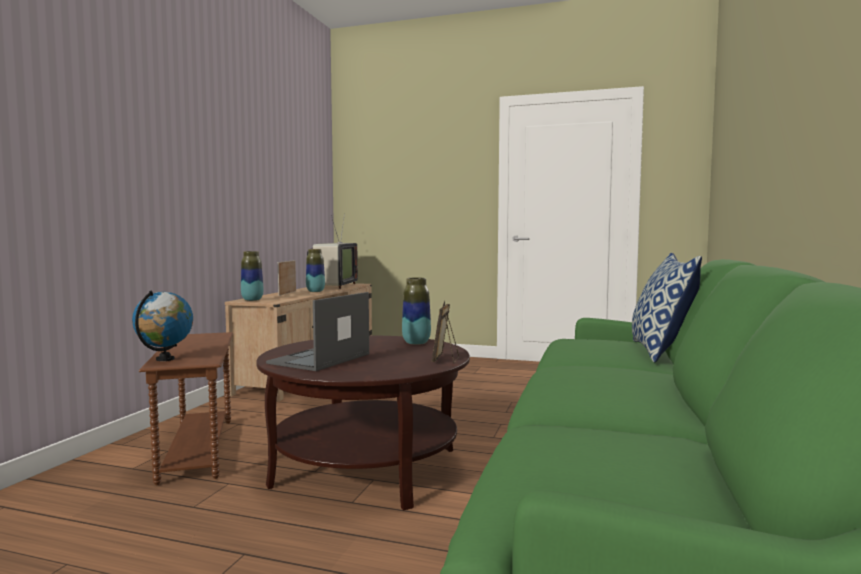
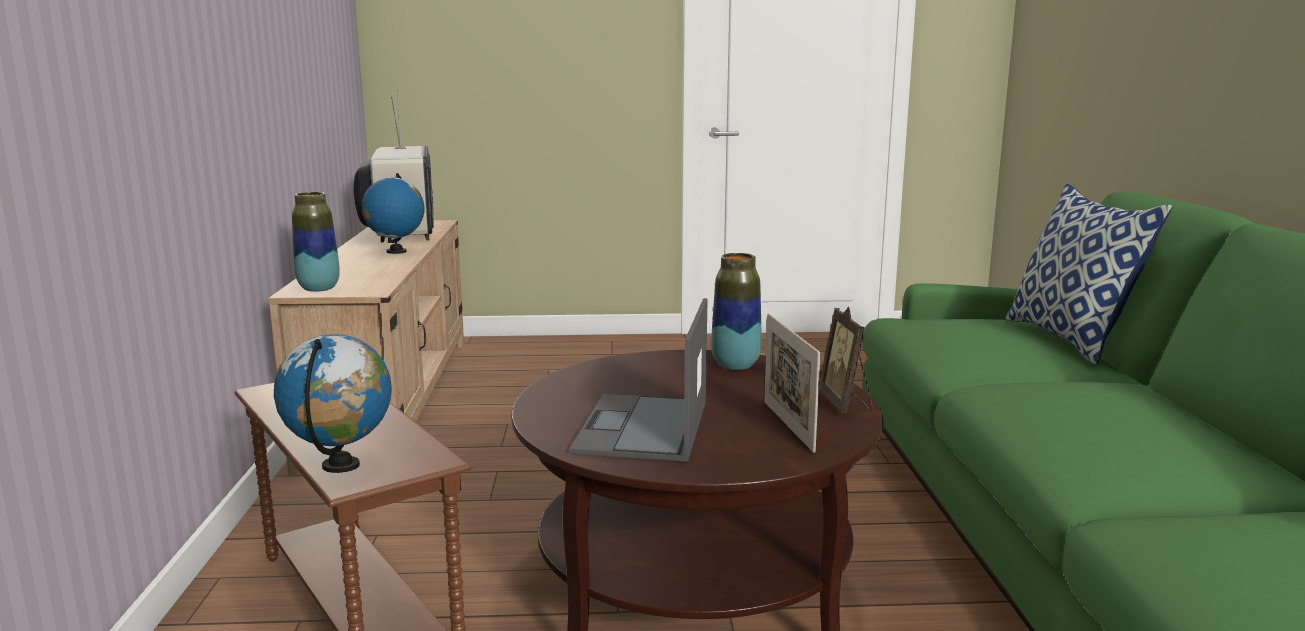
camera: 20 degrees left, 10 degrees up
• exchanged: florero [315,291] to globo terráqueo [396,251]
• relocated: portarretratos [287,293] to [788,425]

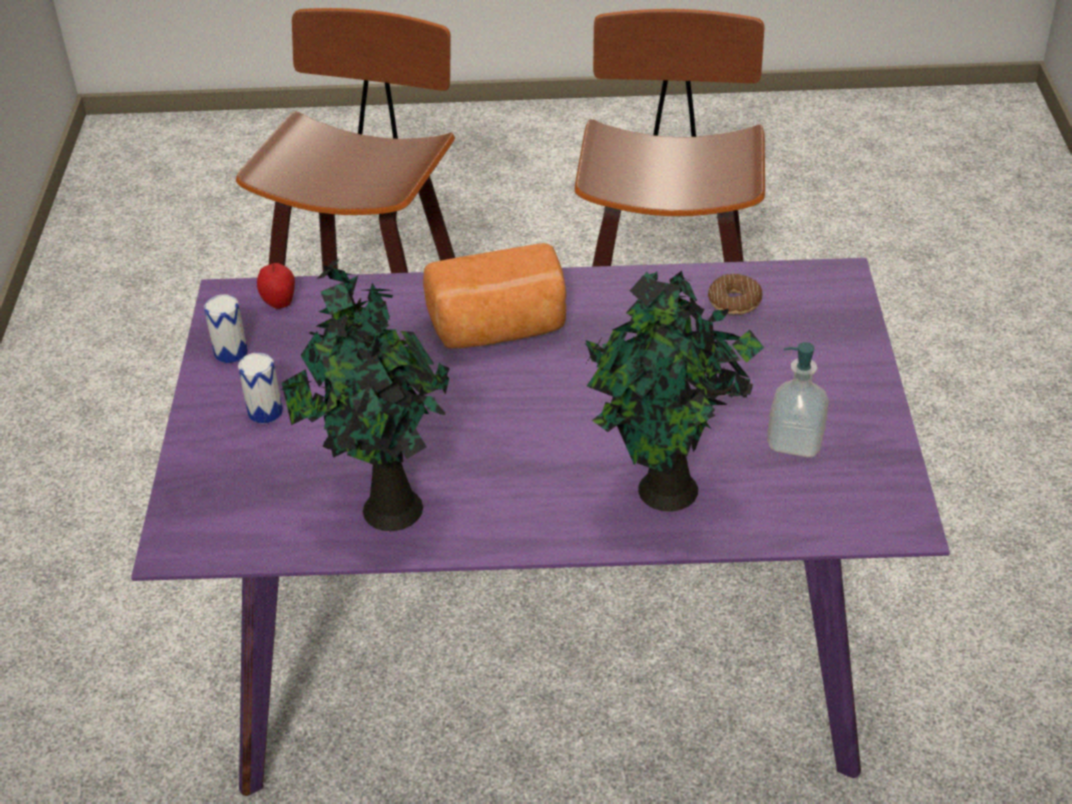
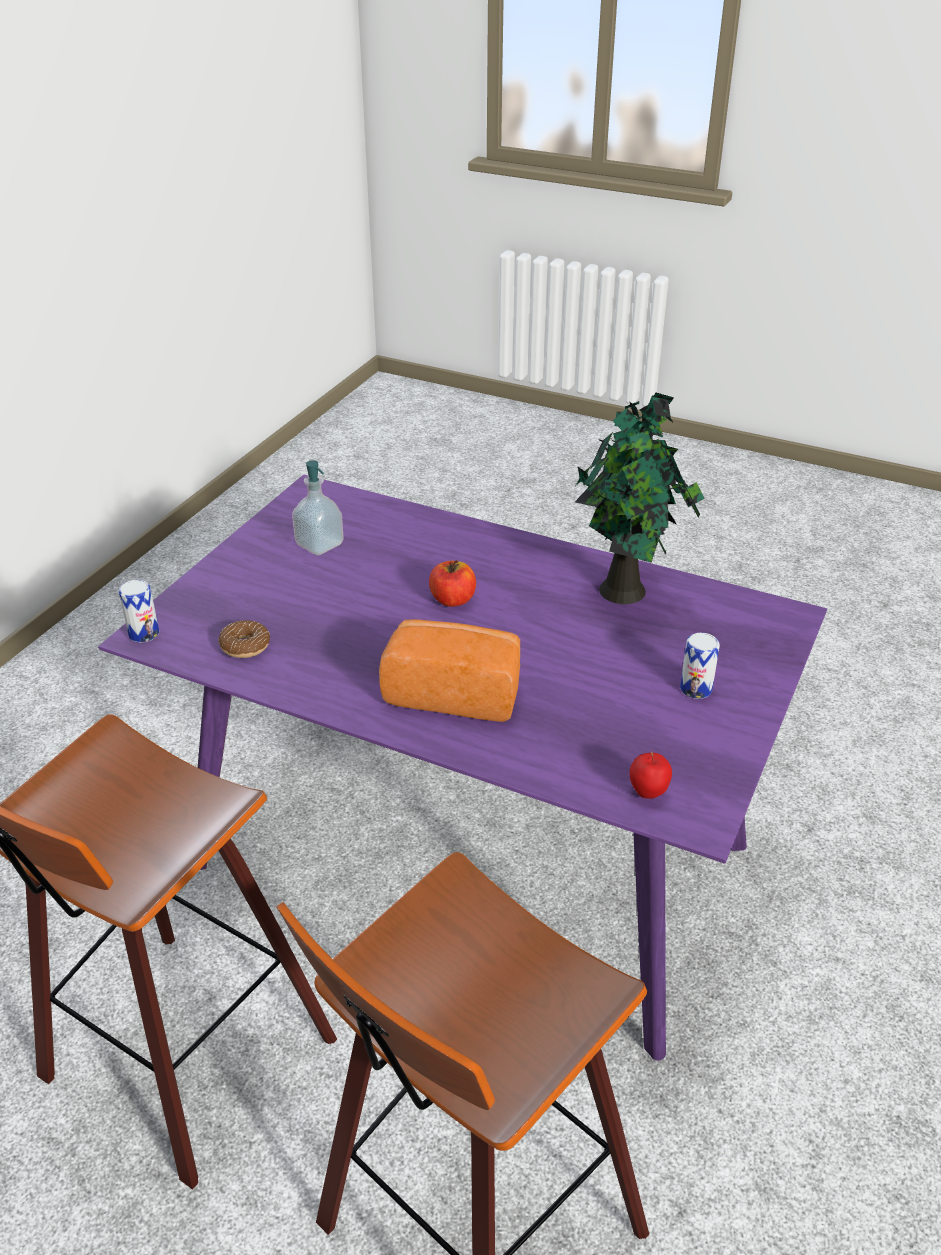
camera: 155 degrees left, 5 degrees down
• relocated: lata [231,352] to [144,633]
• appeared: manzana [452,600]
• missing: planta en maceta [666,494]

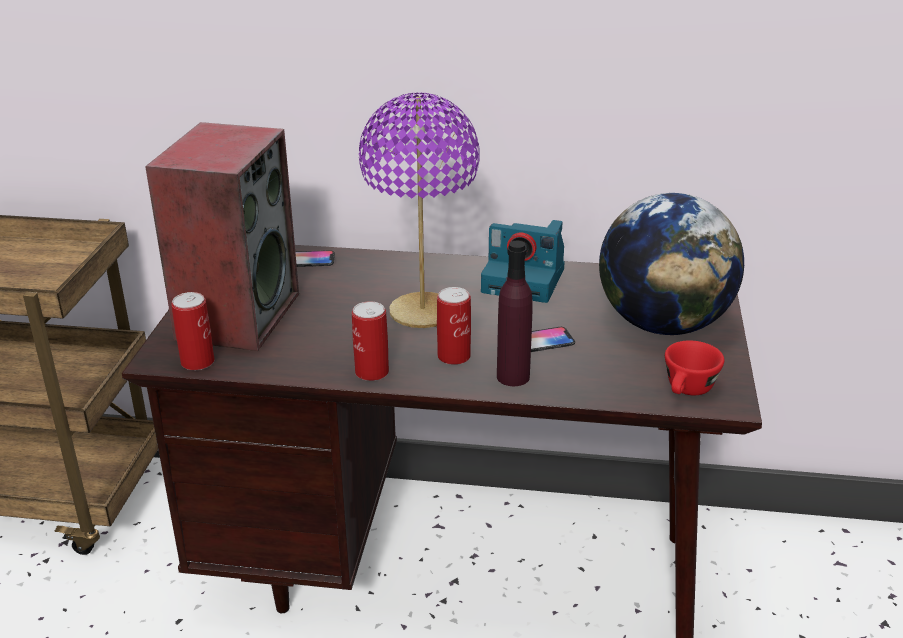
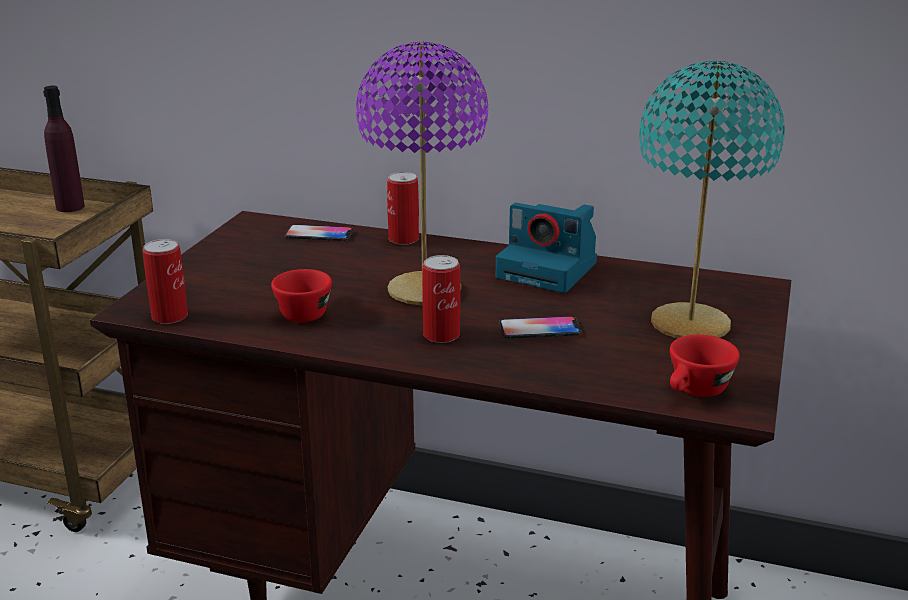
camera: 10 degrees right, 5 degrees down
• relocated: botella/morado [513,377] to [70,207]
• appeared: taza/rojo [305,311]
• relocated: lata [372,372] to [403,239]
• exchanged: globo terráqueo [664,324] to lámpara de mesa/turquesa [691,324]
• missing: altavoz [237,315]

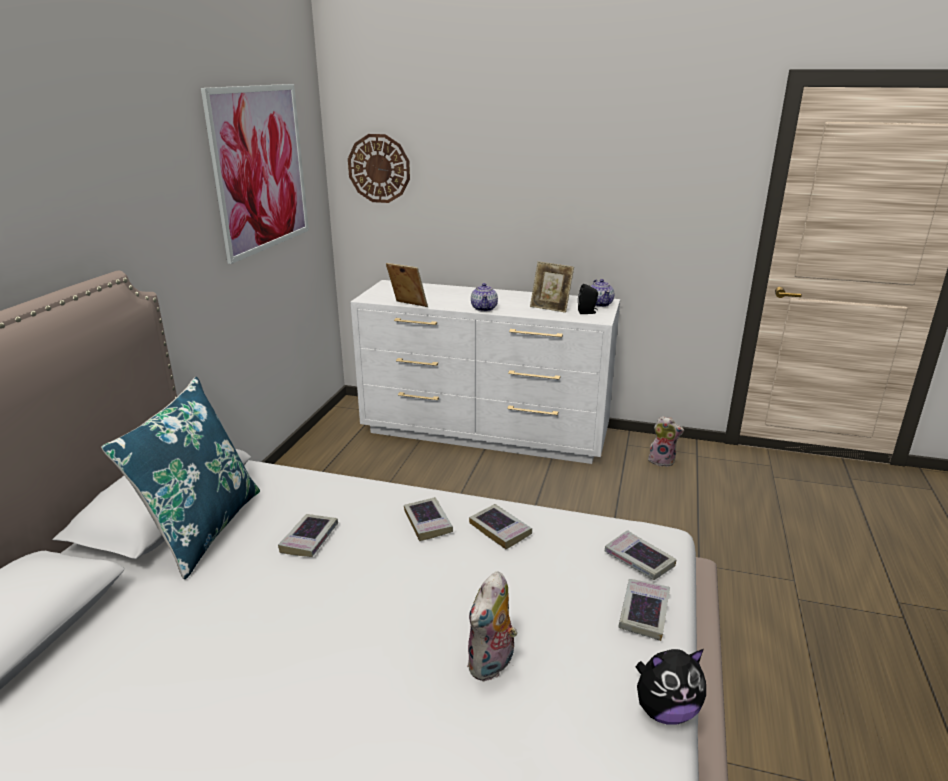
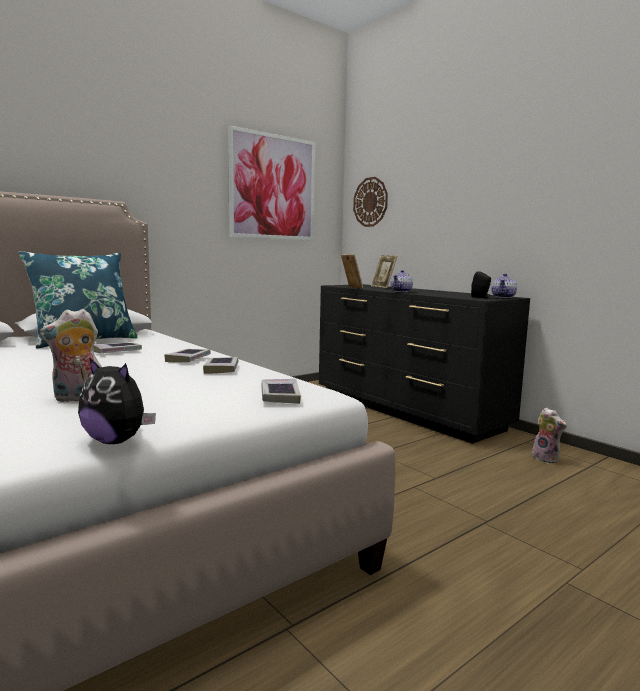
camera: 35 degrees right, 15 degrees down
• colour: cómoda/blanco [486,433] to cómoda/negro [407,410]
• relocated: portarretratos [550,308] to [383,287]
• missing: libro [643,612]

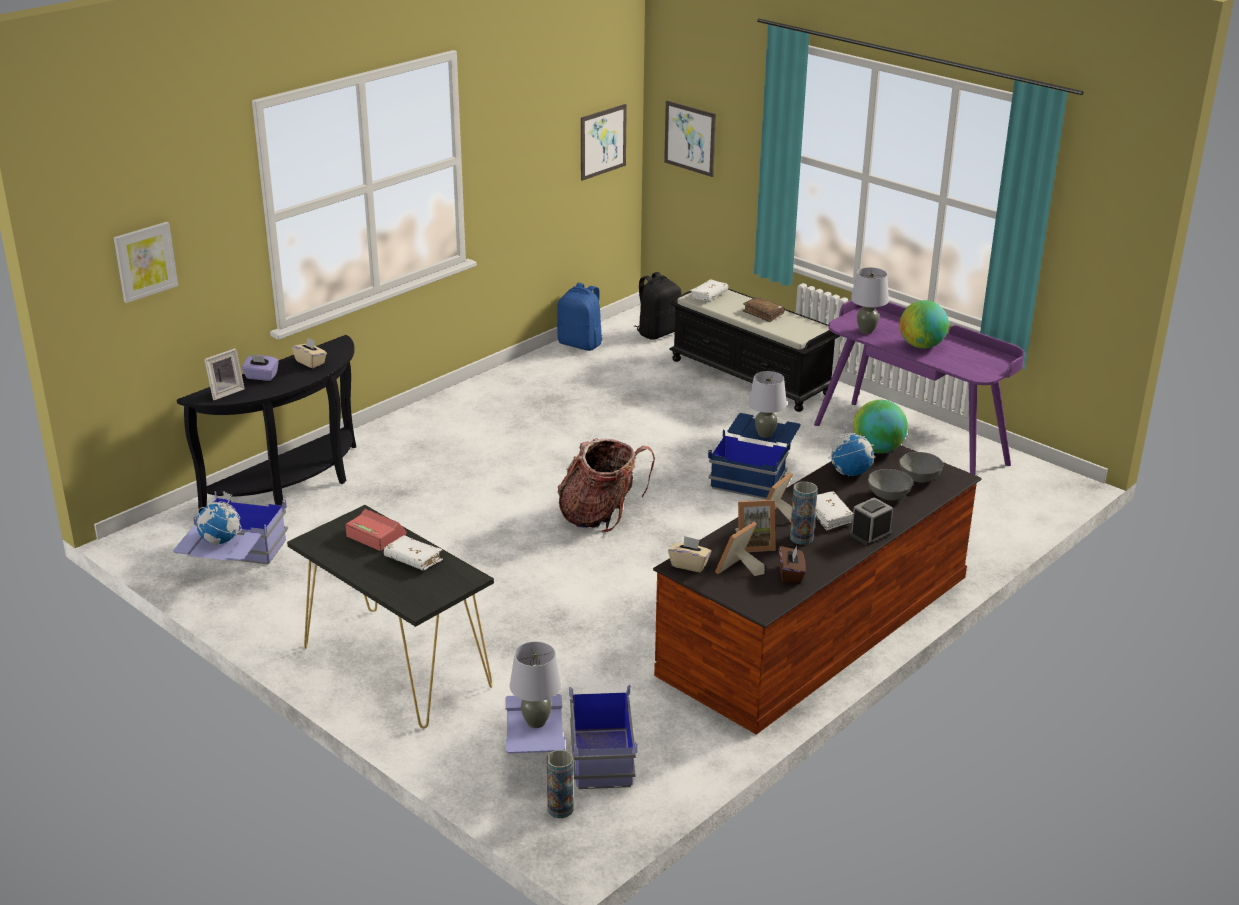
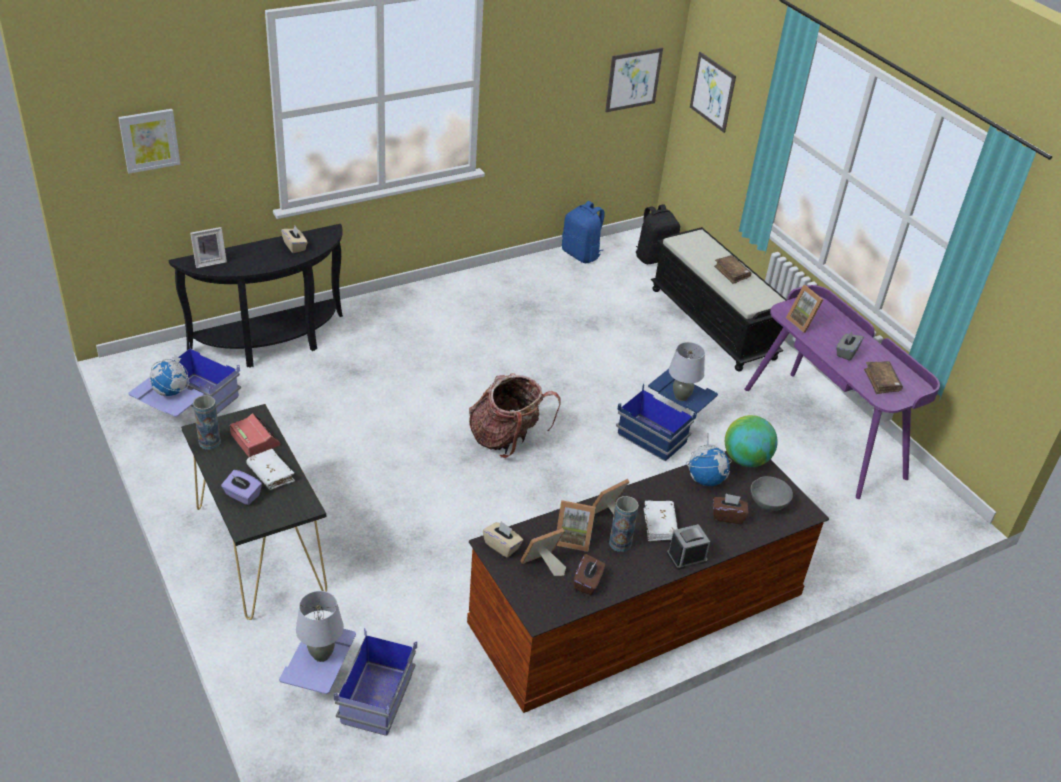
camera: 15 degrees right, 10 degrees up
• relocated: florero [560,809] to [209,442]
• relocated: caja de pañuelos/morado [261,377] to [242,495]
• exchanged: cuenco/gris [888,495] to caja de pañuelos/marrón [728,516]
• exchanged: lámpara de mesa/gris [866,331] to portarretratos [803,322]
• exchanged: globo terráqueo [921,346] to caja de pañuelos/gris [846,352]
• appeared: libro/marrón [881,381]
• missing: libro/blanco [708,295]

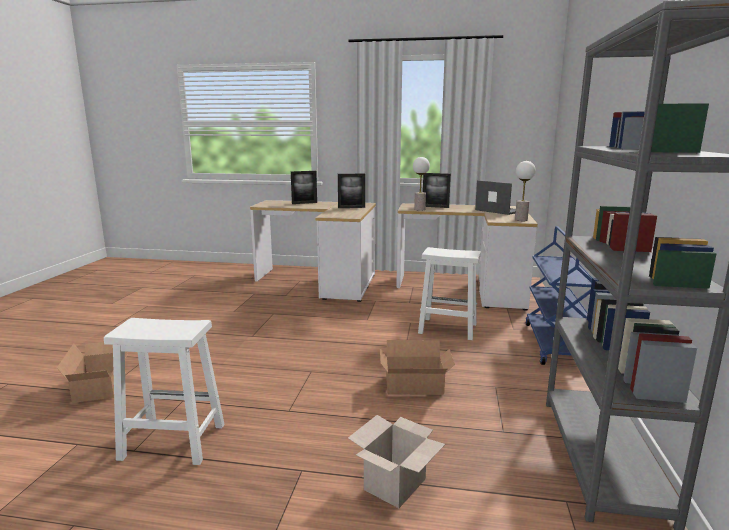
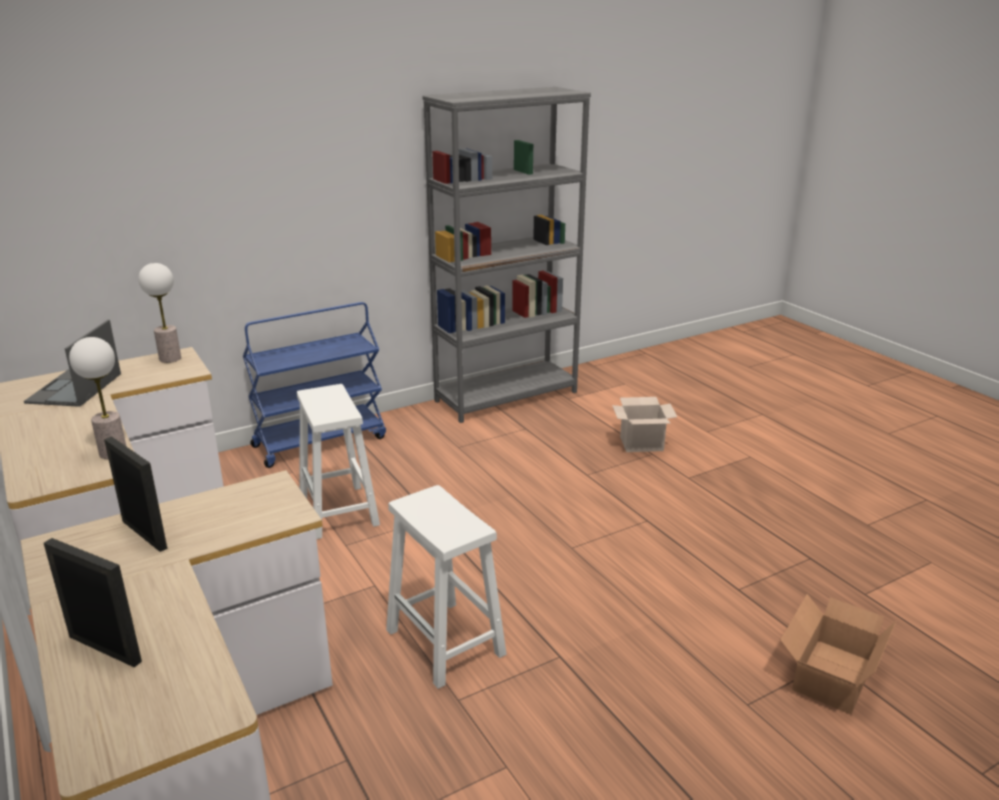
camera: 130 degrees left, 10 degrees up
• relocated: taburete/blanco [171,442] to [446,643]
• missing: caja de cartón [415,386]
• missing: portarretratos [435,207]

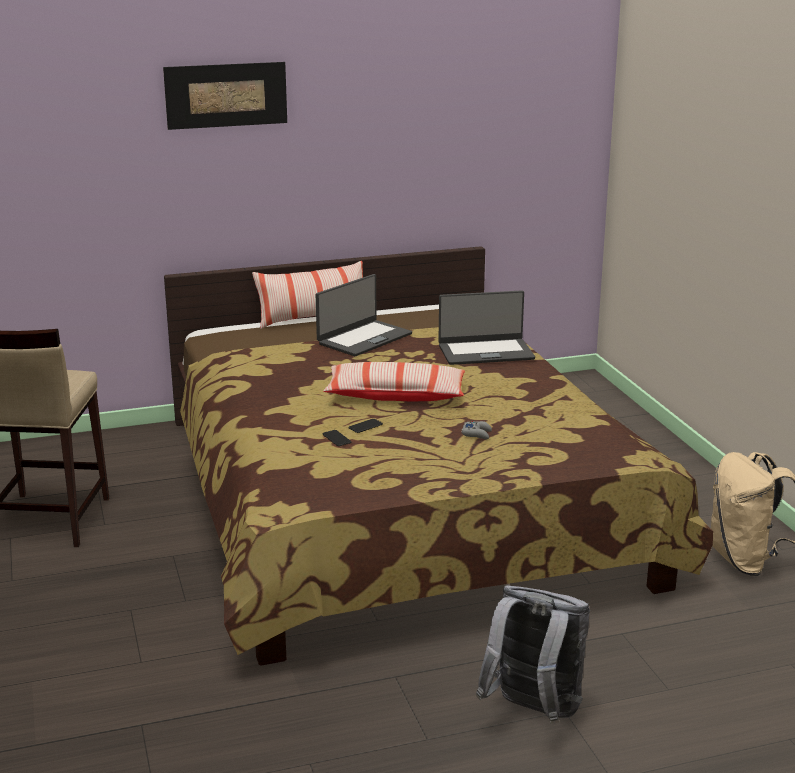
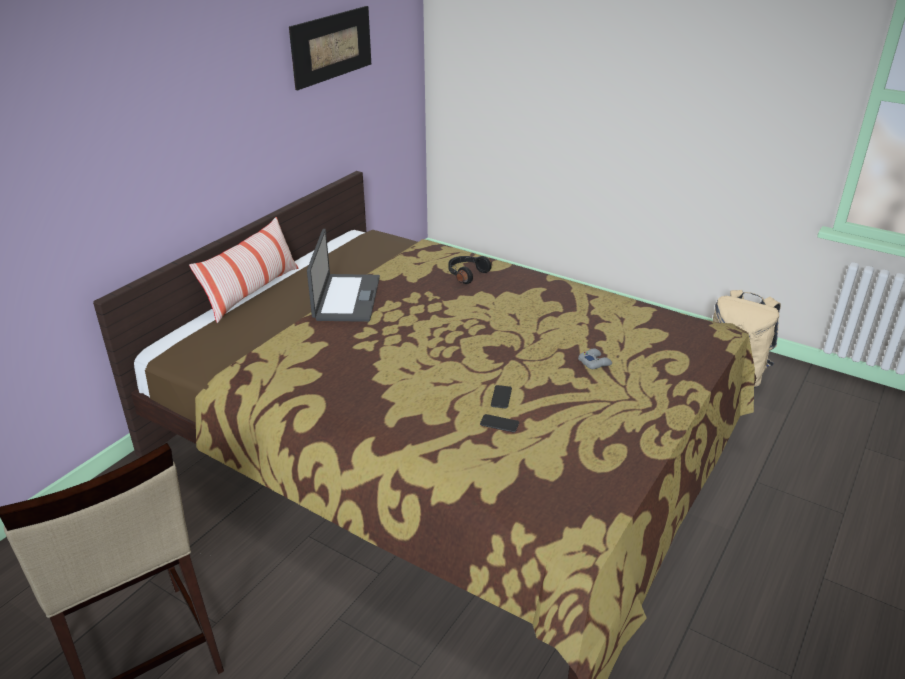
camera: 40 degrees left, 10 degrees up
• relocated: cuadro [226,95] to [331,46]
• exchanged: portátil [485,352] to auriculares/negro [466,274]
• missing: cojín [395,395]
• missing: mochila/gris [533,712]

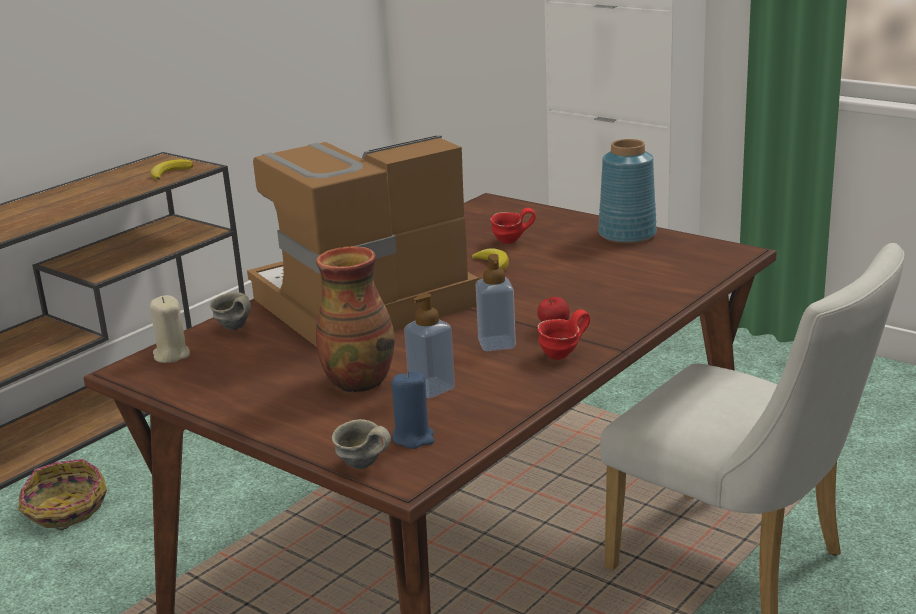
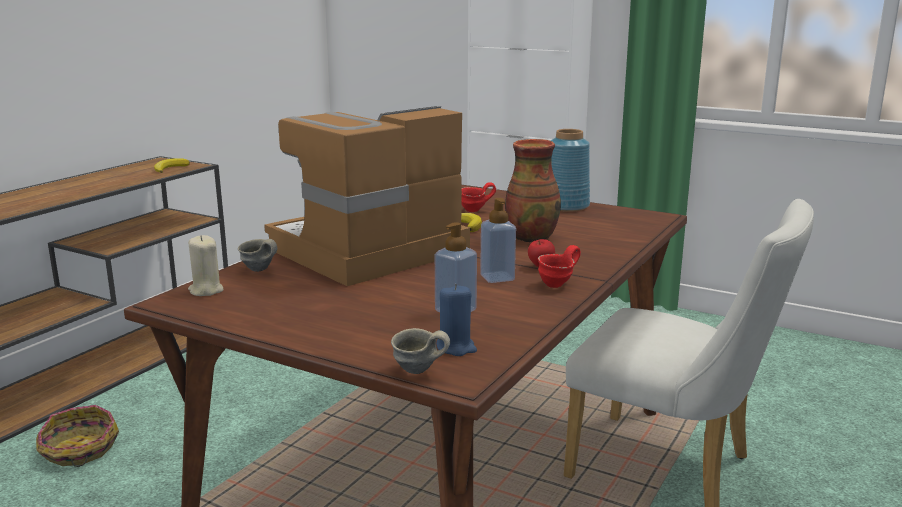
camera: 10 degrees left, 5 degrees down
• relocated: florero [359,381] to [531,237]

